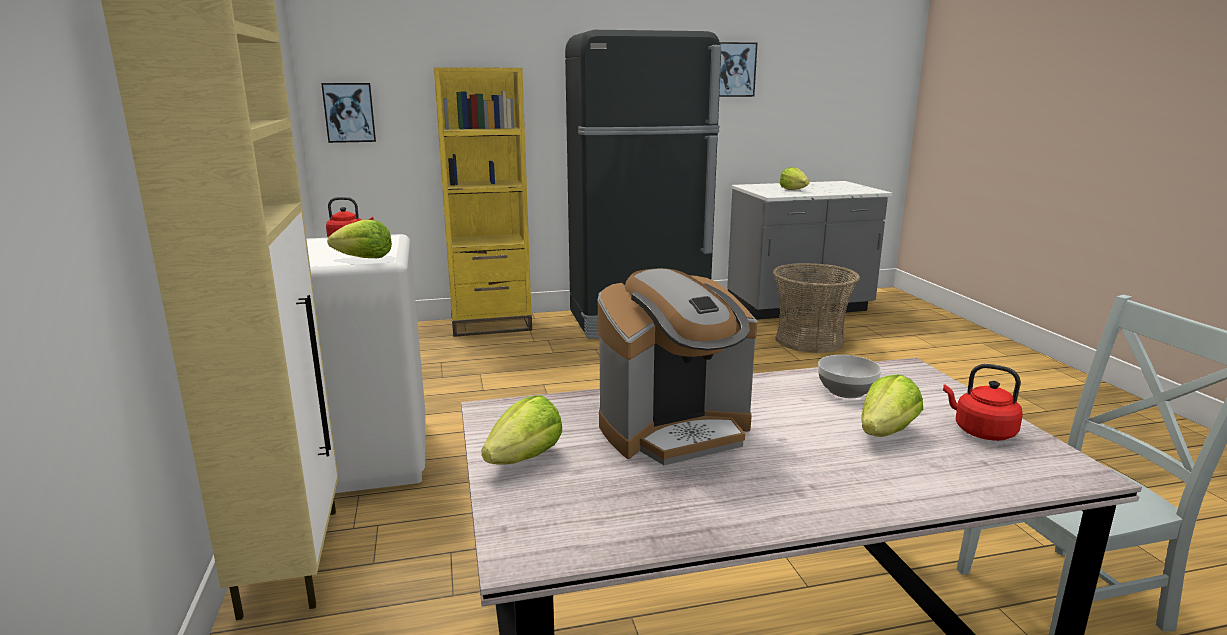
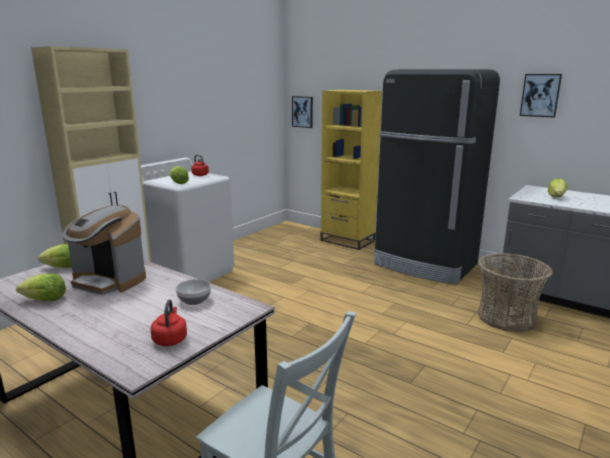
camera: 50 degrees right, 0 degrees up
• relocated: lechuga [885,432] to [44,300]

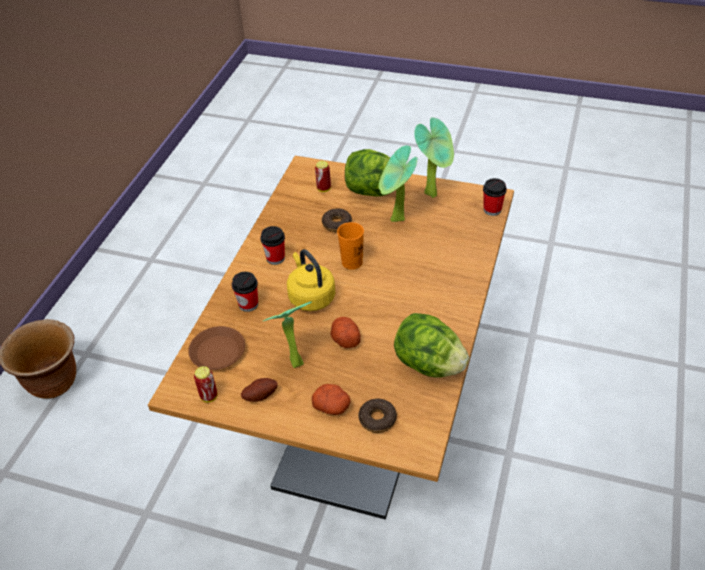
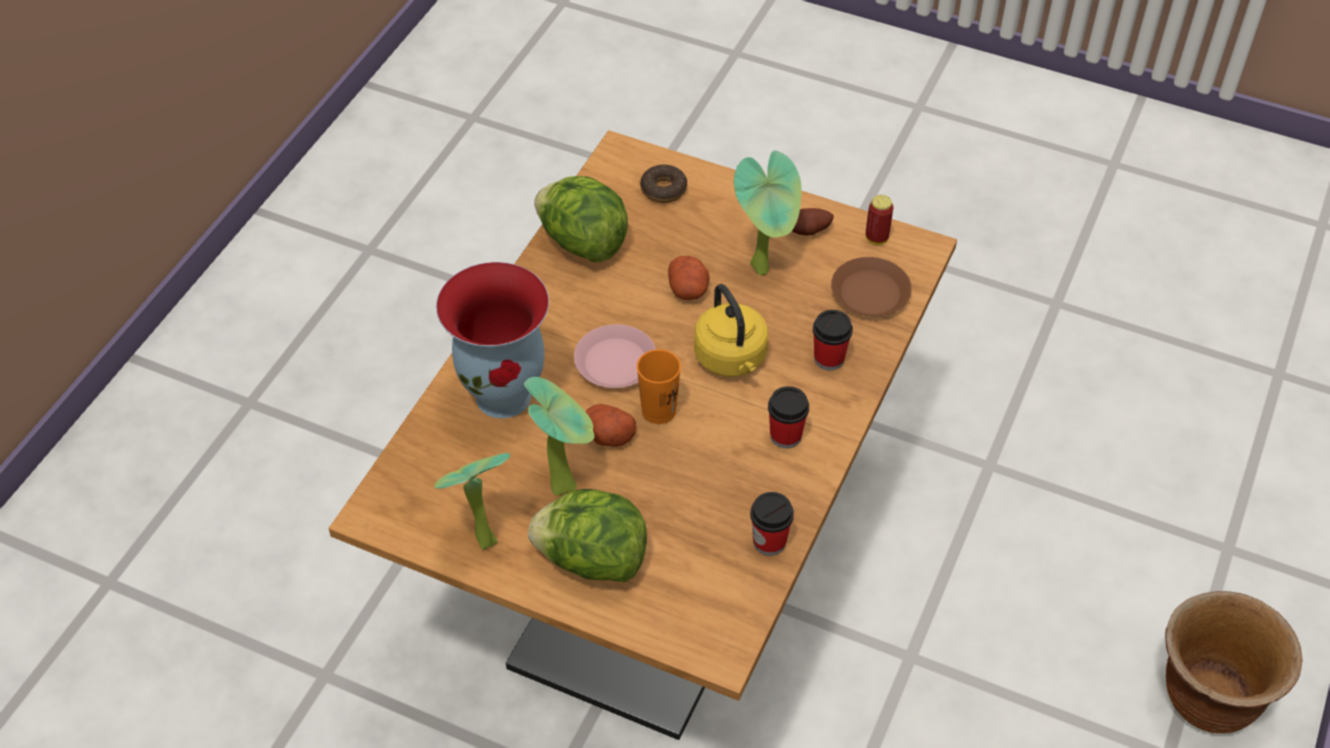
camera: 175 degrees left, 5 degrees up
• appeared: florero [505,395]
• appeared: plato/rosa [616,363]
• relocated: patata [332,406] to [607,435]
• relocated: taza [492,210] to [769,542]
• missing: lata [324,189]
• missing: rosquilla [337,224]

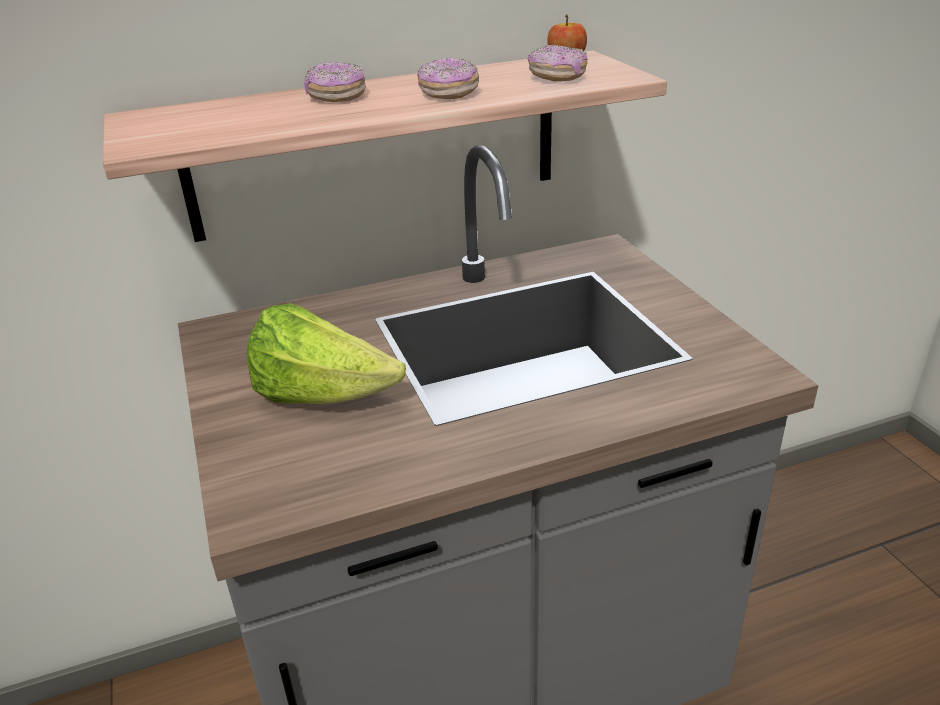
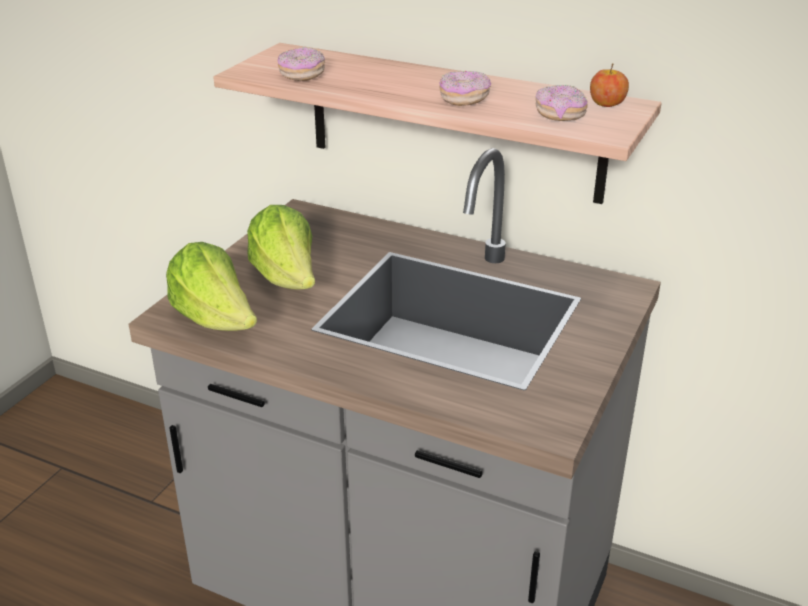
camera: 45 degrees right, 0 degrees up
• appeared: lechuga [217,321]
• relocated: rosquilla [336,96] to [302,75]

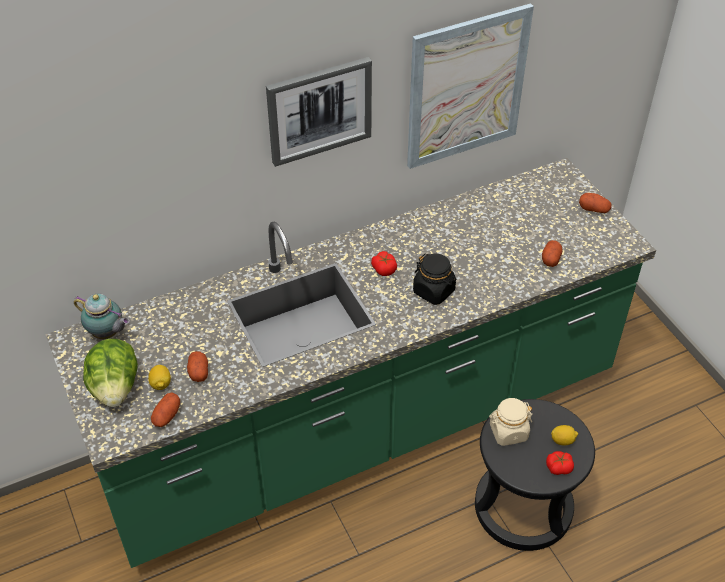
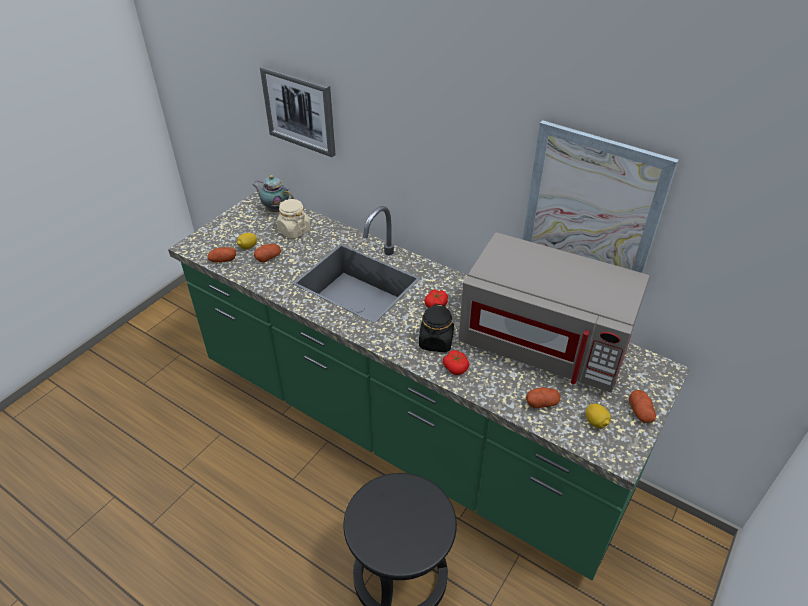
camera: 60 degrees right, 5 degrees down
• spun: tetera [107,334] = [275,209] 120 degrees clockwise
• relocated: cuadro [319,110] to [300,110]
• relocated: tarro/beis [508,432] to [294,231]
• relocated: tomate [558,467] to [455,367]
• appeared: microondas/gris [544,344]
• relocated: limón [563,440] to [596,422]
• missing: lechuga [115,388]

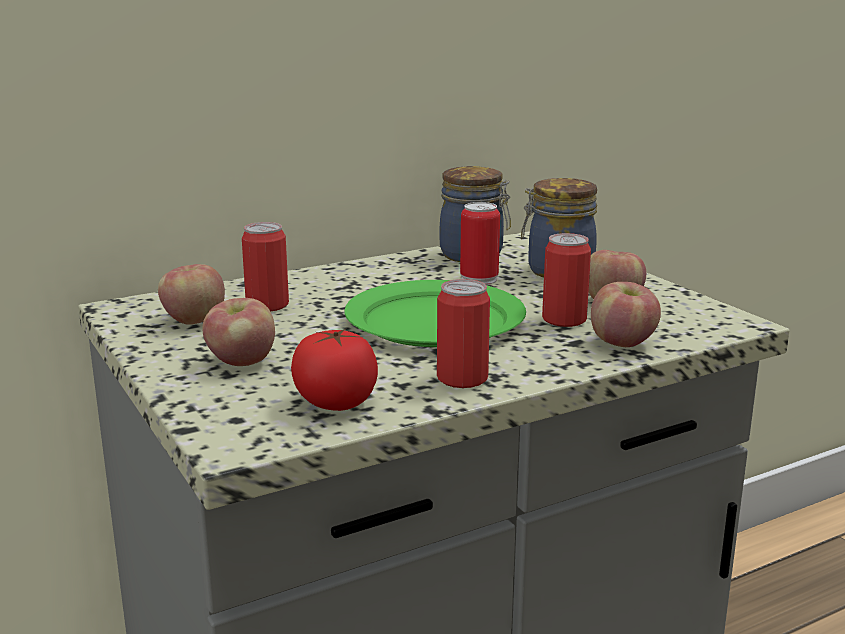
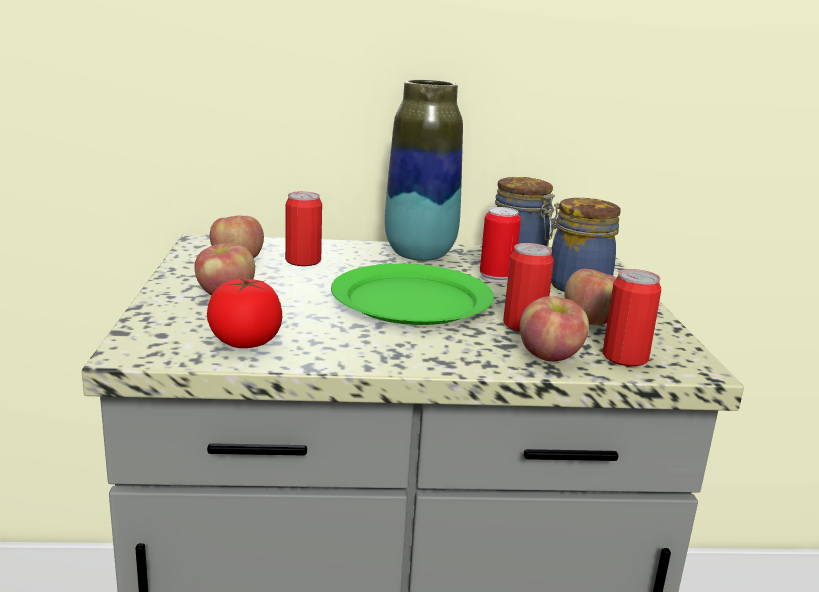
camera: 25 degrees right, 0 degrees up
• appeared: florero [419,254]
• relocated: lata [462,378] to [625,357]

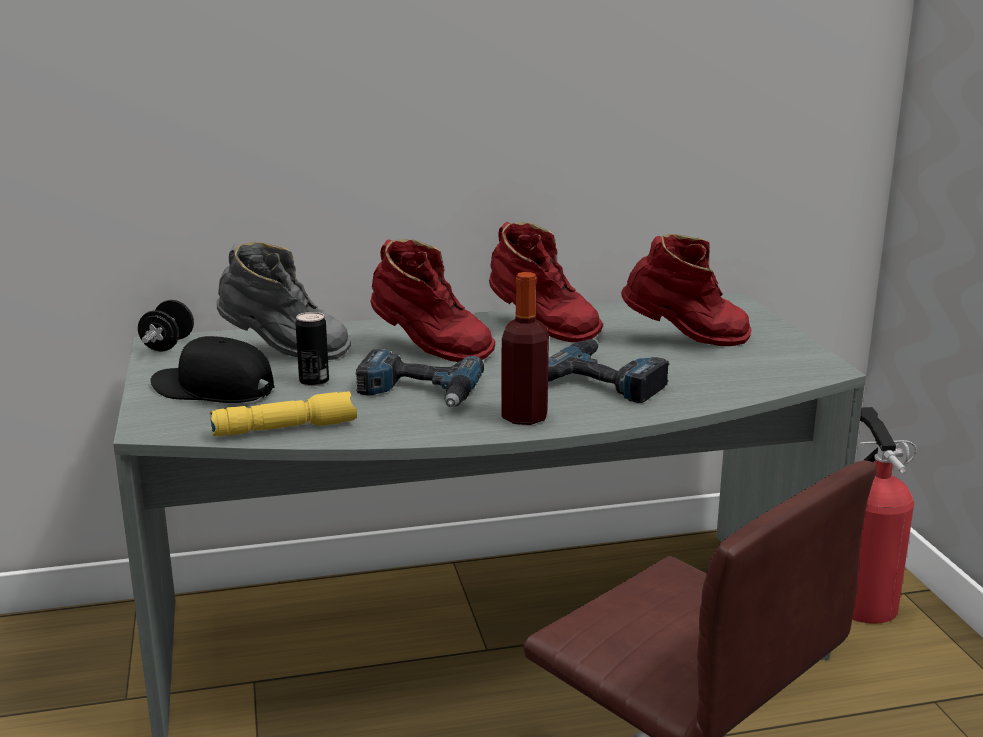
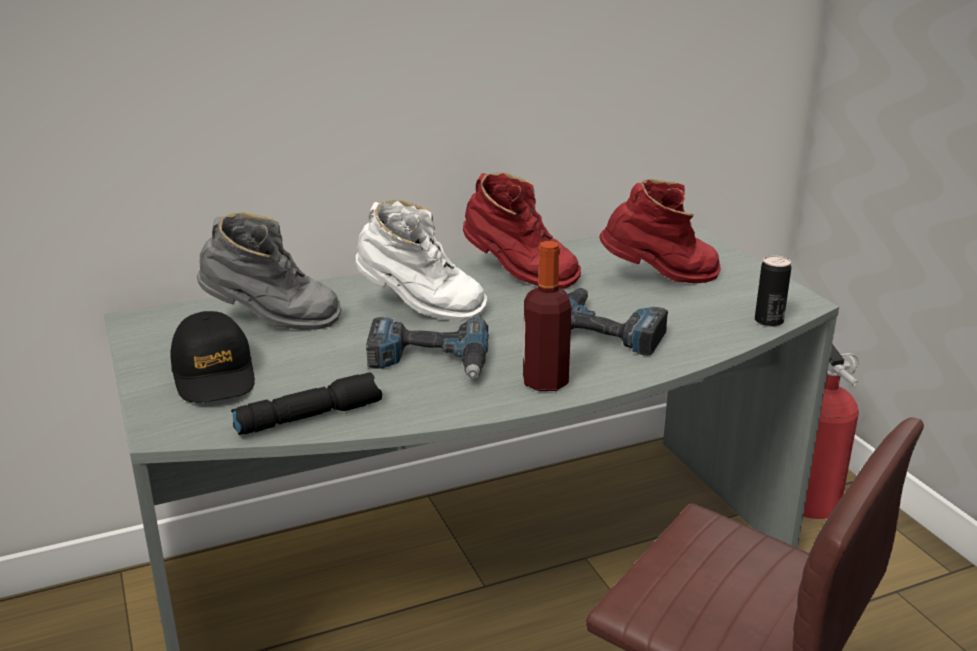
camera: 10 degrees left, 5 degrees up
• spun: gorra/negro [213,389] = [214,374] 120 degrees counterclockwise
• colour: linterna/amarillo [286,428] to linterna/negro [309,417]
• colour: bota/rojo [429,351] to bota/blanco [419,309]
• relocated: lata [314,381] to [768,321]
• missing: mancuerna/negro [168,345]

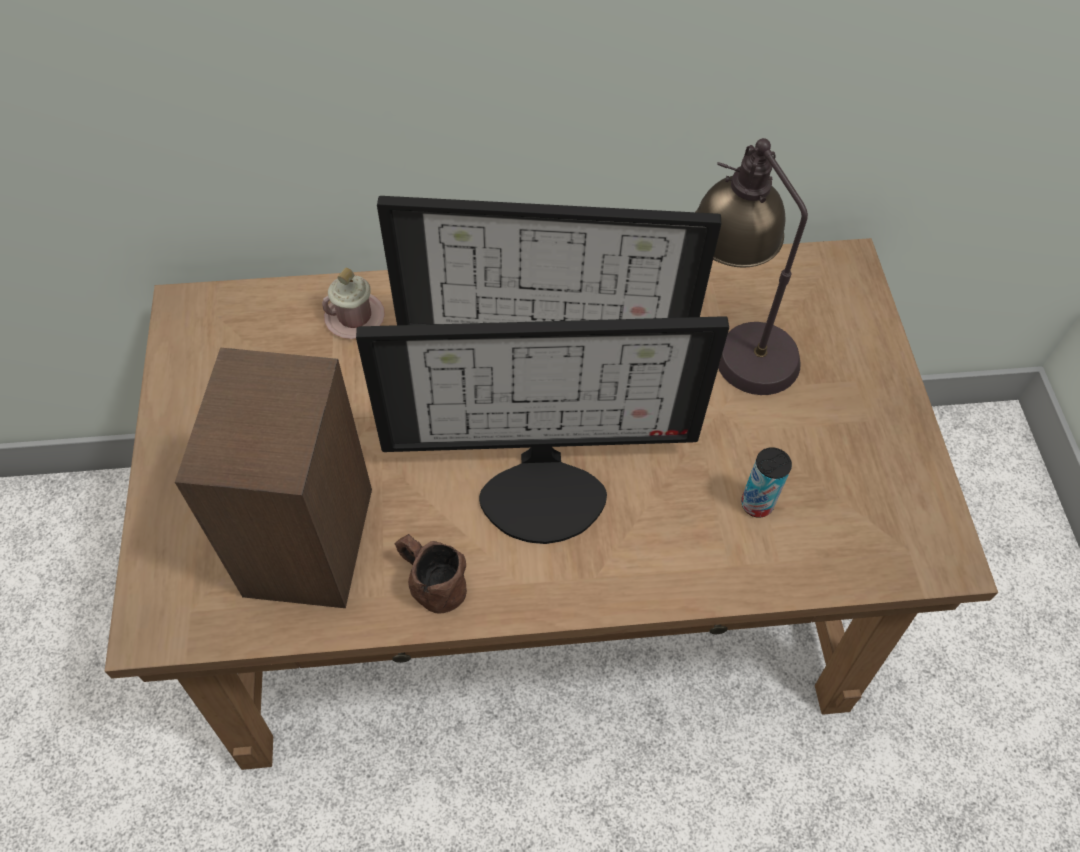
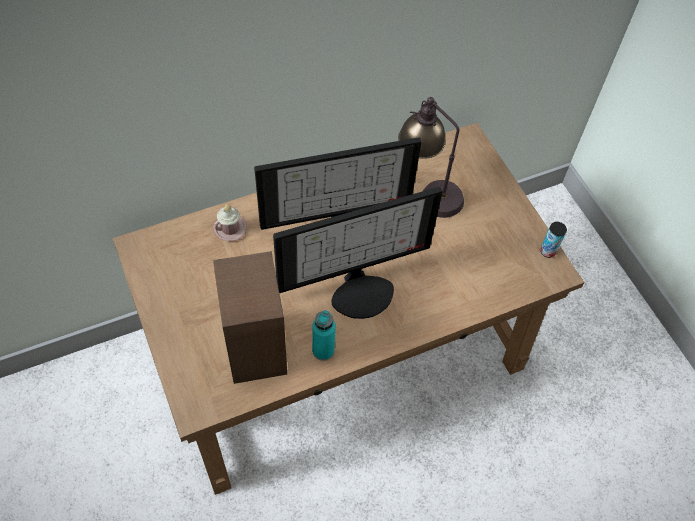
camera: 20 degrees left, 0 degrees up
• exchanged: taza grande/marrón [429,582] to botella/turquesa [323,350]
• relocated: lata [756,504] to [548,251]

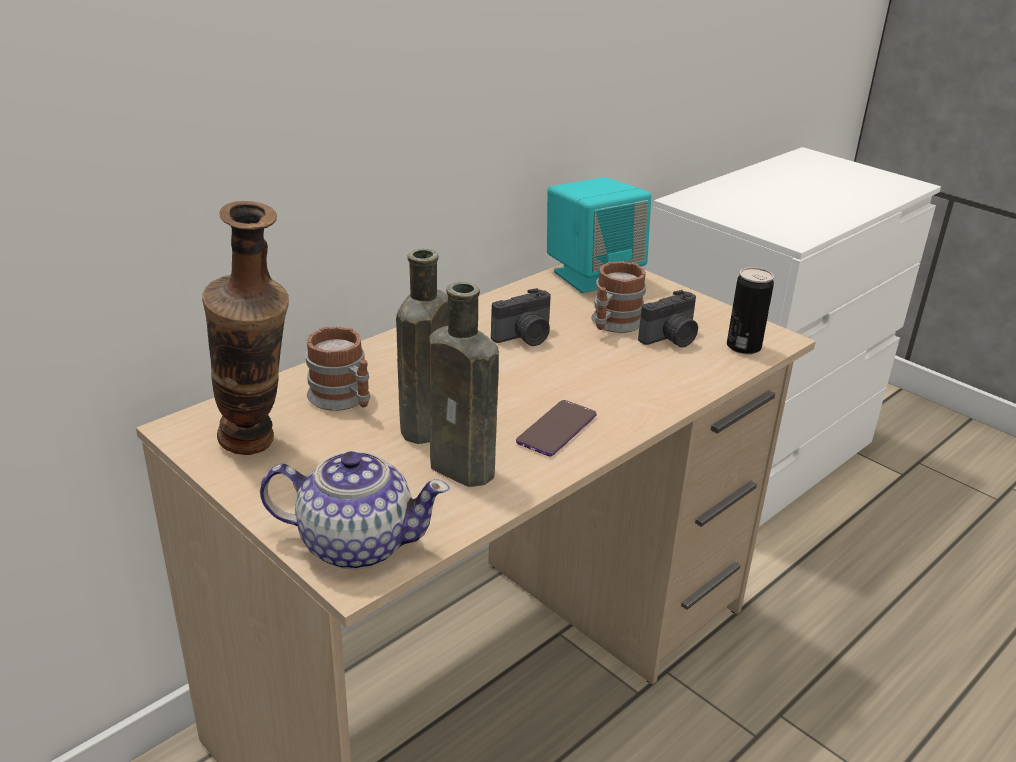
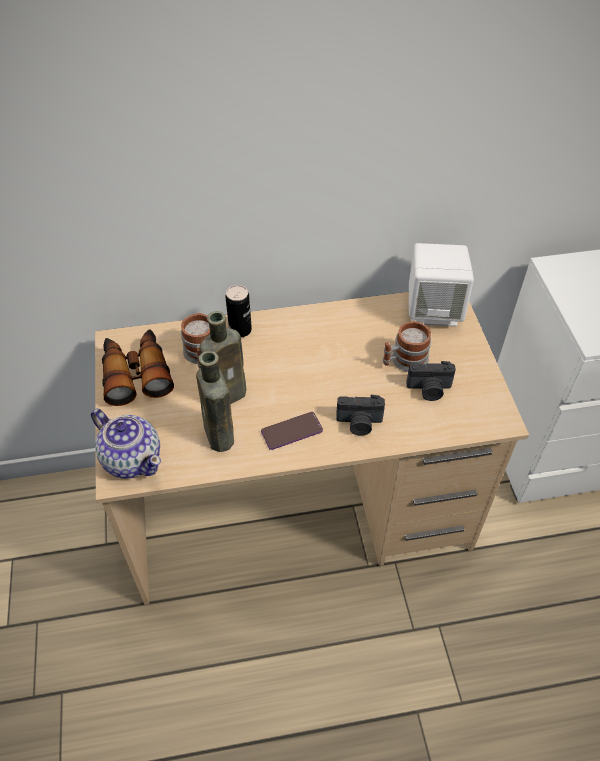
camera: 35 degrees right, 20 degrees up
• exchanged: florero [258,449] to prismáticos [136,373]
• relocated: lata [743,347] to [240,330]
• relocated: cámara [525,337] to [359,423]
• colour: altavoz/turquesa [592,276] to altavoz/blanco [433,310]

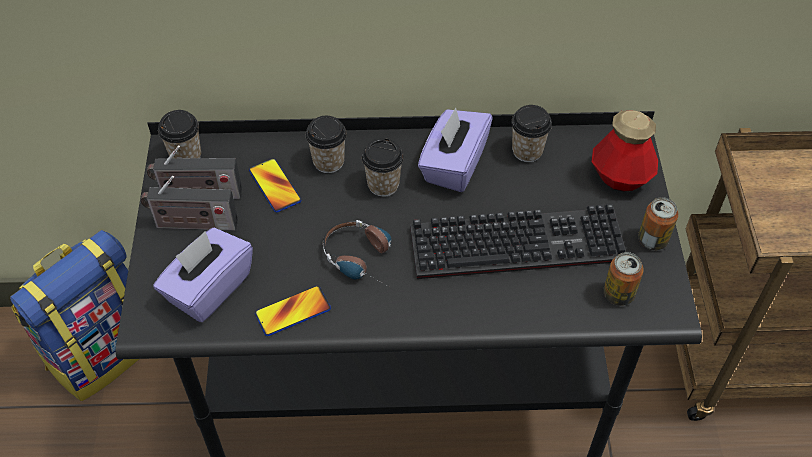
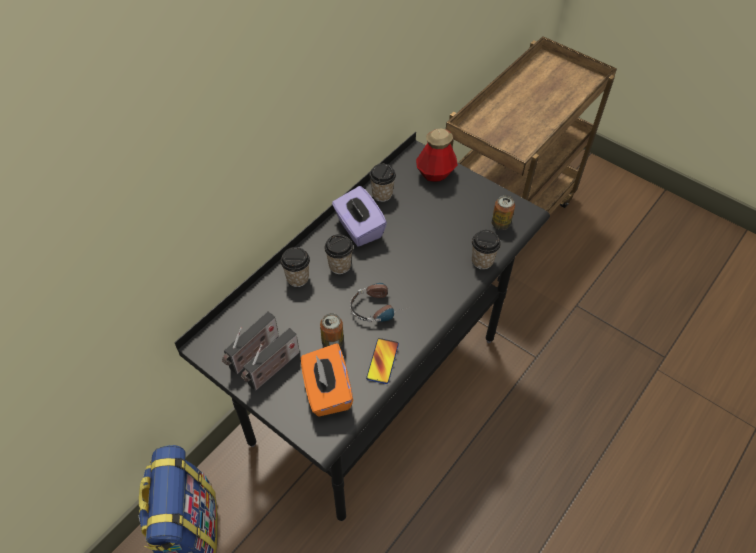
camera: 50 degrees left, 0 degrees up
• colour: caja de pañuelos/morado [209,288] to caja de pañuelos/naranja [327,391]
• relocated: lata [652,240] to [332,342]
• relocated: taza [186,156] to [482,261]
• missing: móvil [275,186]
• missing: teclado [519,241]

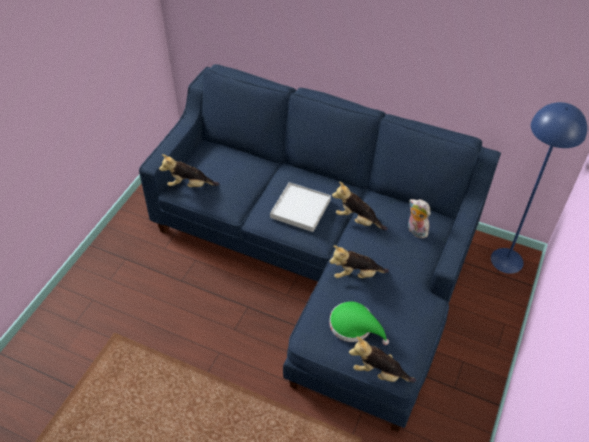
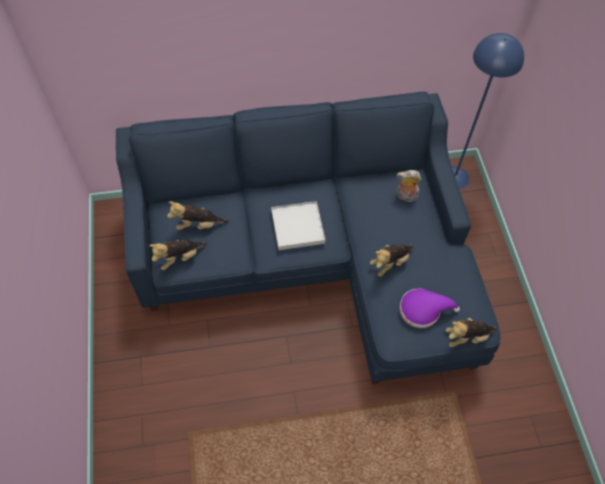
camera: 35 degrees left, 10 degrees up
• relocated: peluche [357,220] to [198,225]
• colour: sombrero/verde [354,326] to sombrero/morado [423,310]

